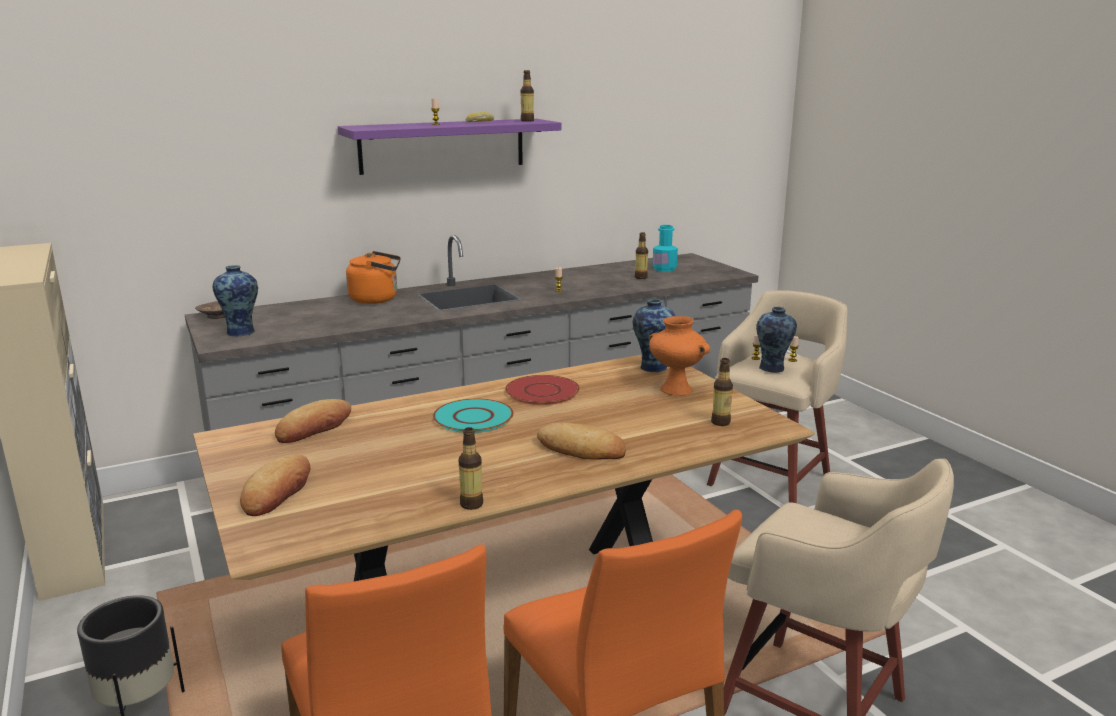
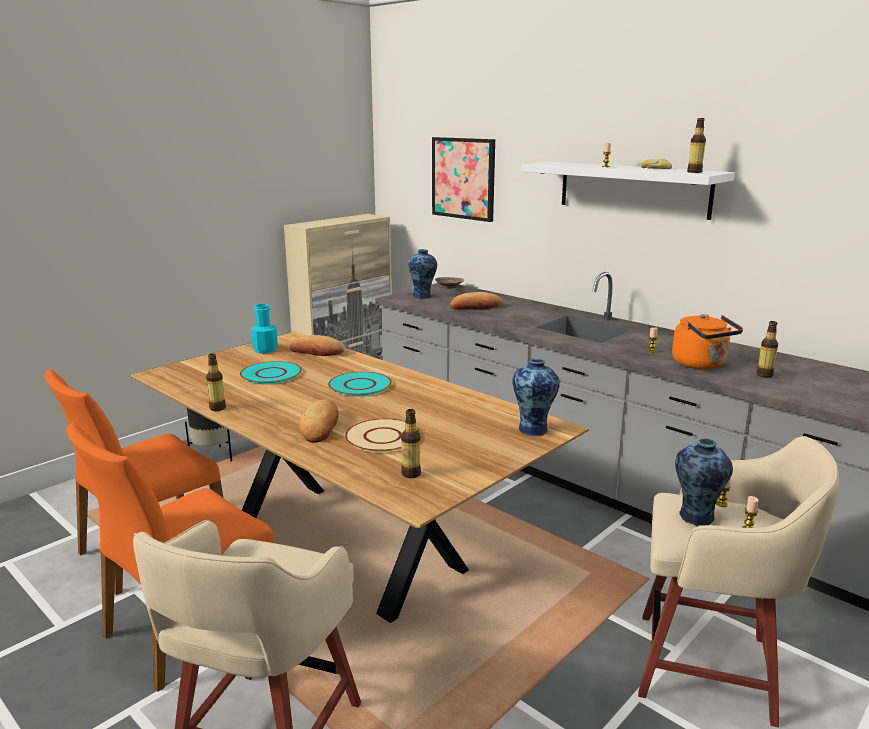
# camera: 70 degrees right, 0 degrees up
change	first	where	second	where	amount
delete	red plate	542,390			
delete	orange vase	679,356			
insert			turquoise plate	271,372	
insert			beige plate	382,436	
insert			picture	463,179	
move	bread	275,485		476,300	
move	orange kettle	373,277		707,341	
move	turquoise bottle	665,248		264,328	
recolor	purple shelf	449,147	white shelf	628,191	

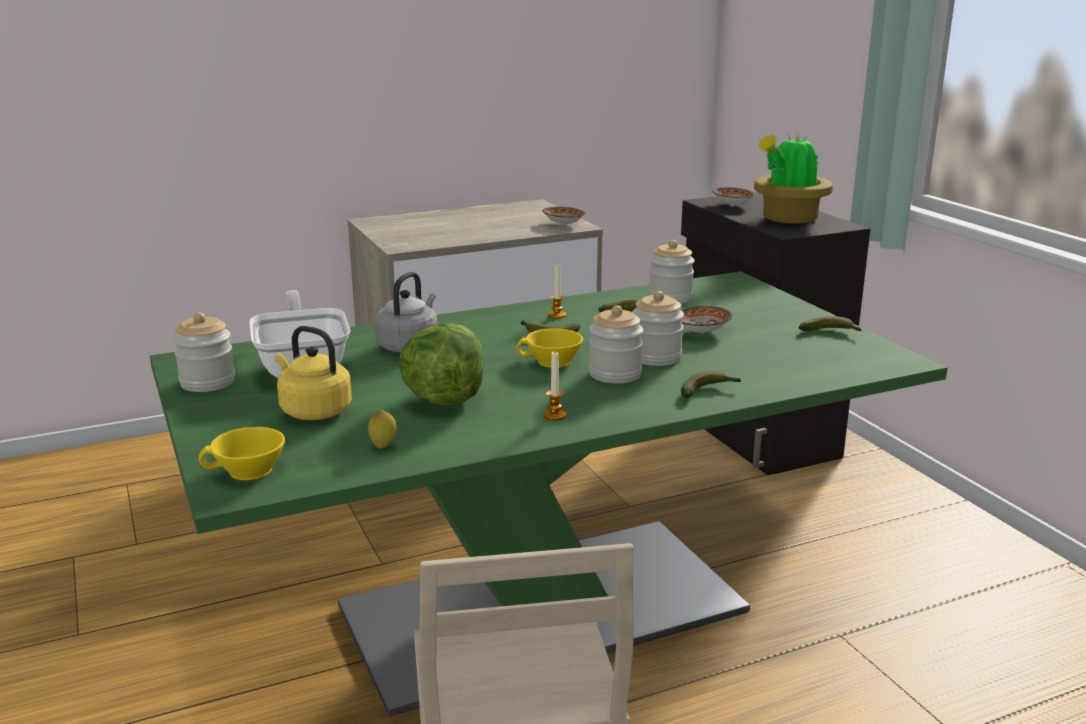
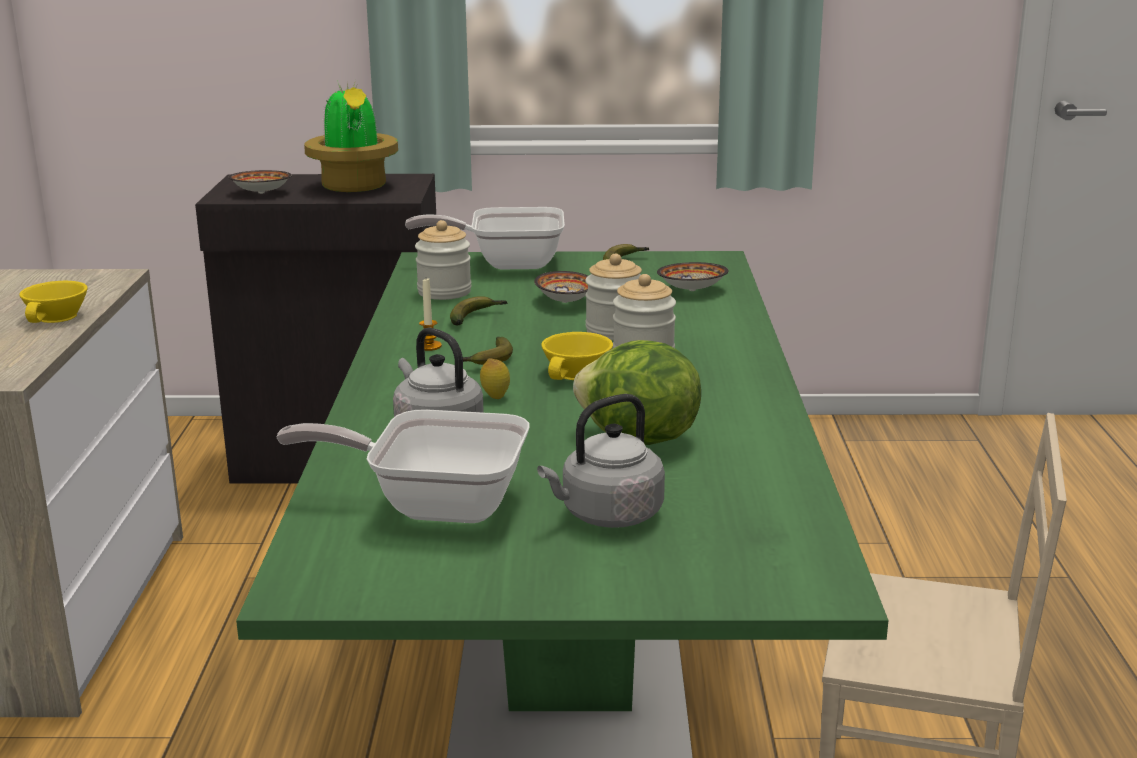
# camera: 65 degrees left, 0 degrees up
change	first	where	second	where	amount
delete	jar	204,352			
delete	candle	554,386			
delete	banana	711,384			
insert			frying pan	485,238	
move	yellow cup	241,453		53,302	
move	lemon	382,429		495,379	
move	bowl	564,216		693,276	
recolor	yellow kettle	313,373	grey kettle	601,461	

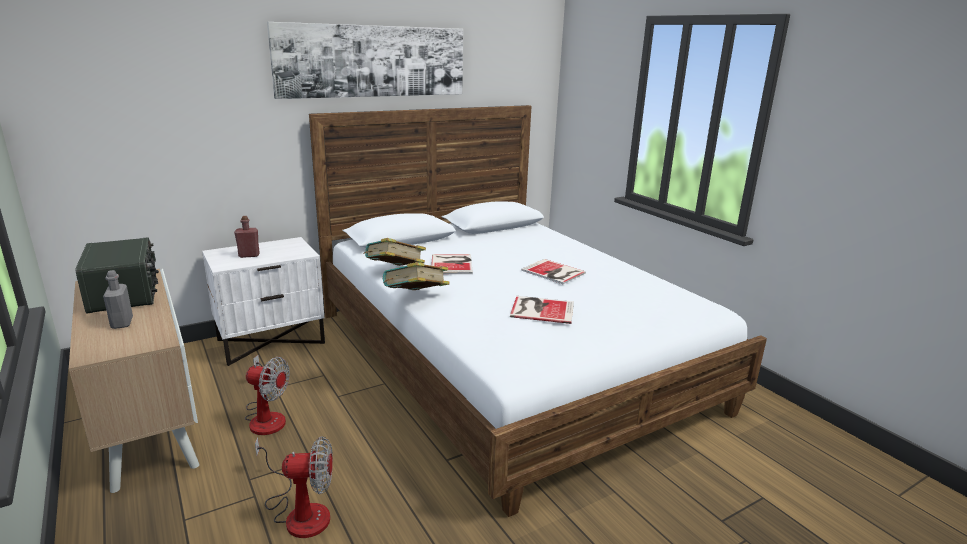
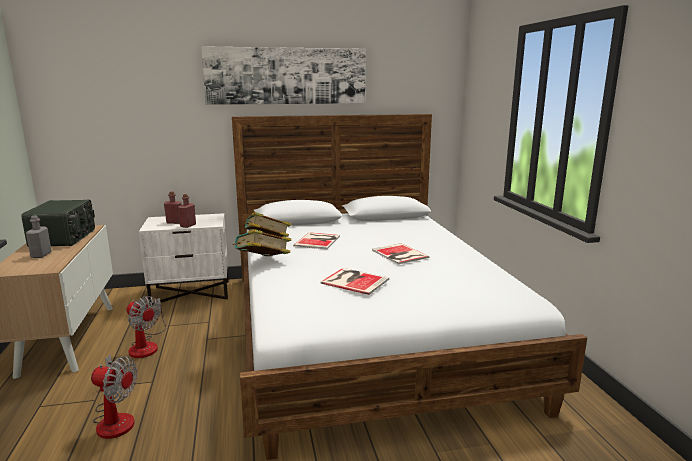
# camera: 20 degrees right, 5 degrees down
change	first	where	second	where	amount
insert			red bottle	187,211	

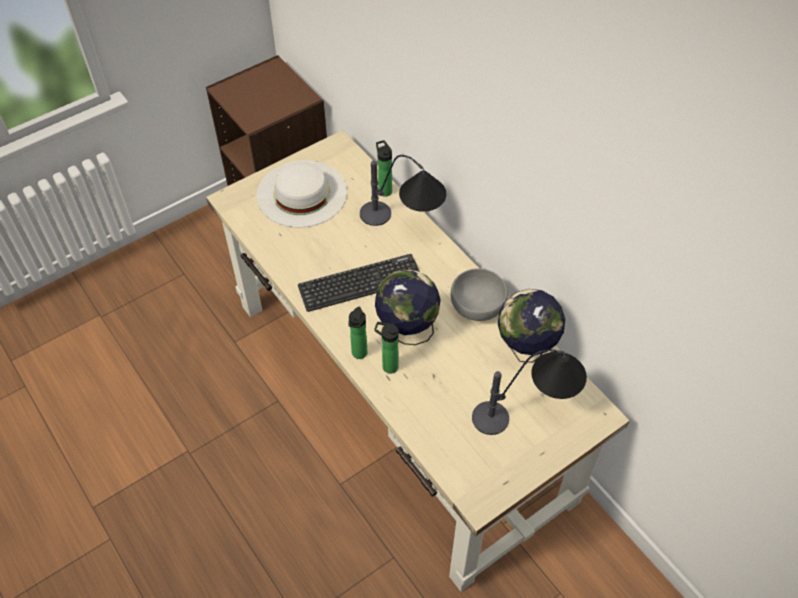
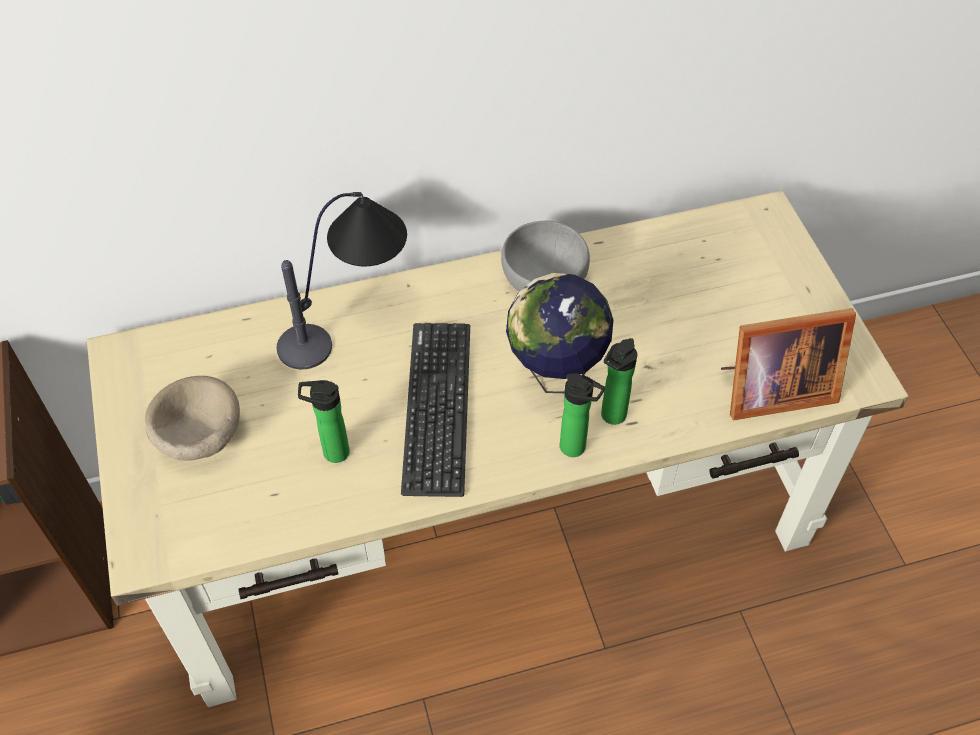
# camera: 70 degrees left, 0 degrees up
change	first	where	second	where	amount
delete	table lamp	529,392			
delete	globe	531,326			
insert			picture frame	788,364	
move	bottle	384,168		324,421	
replace	white hat	302,194	beige bowl	192,418	

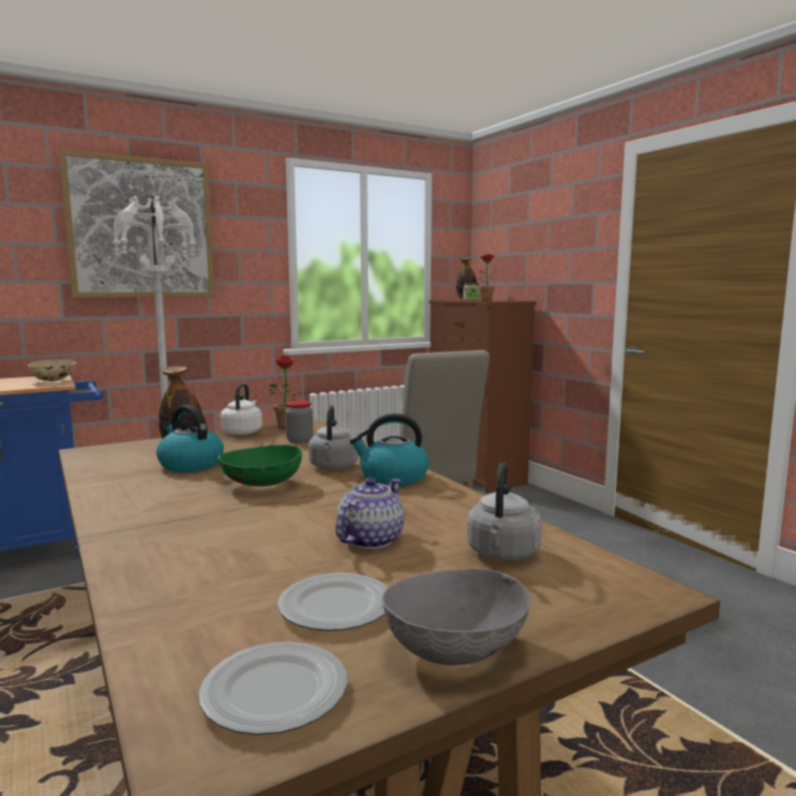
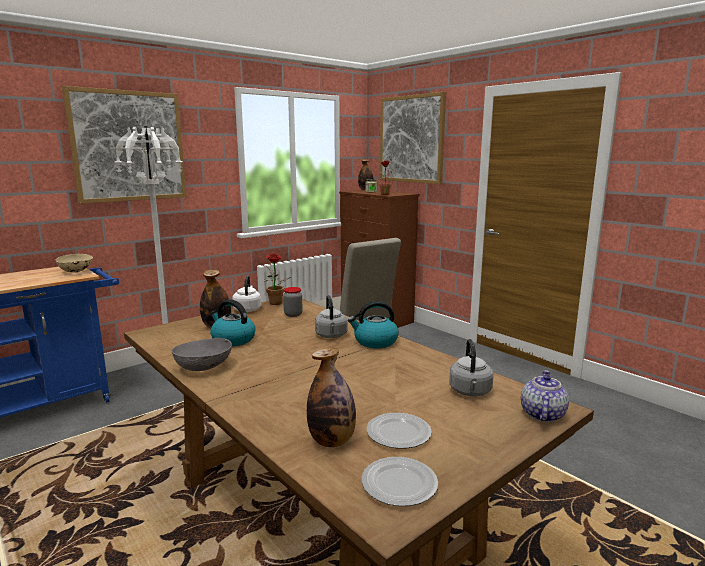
# camera: 10 degrees left, 5 degrees up
change	first	where	second	where	amount
delete	green bowl	259,466			
insert			bottle	331,397	
insert			picture	413,138	
move	teapot	370,513		545,396	
move	grey bowl	456,616		201,354	

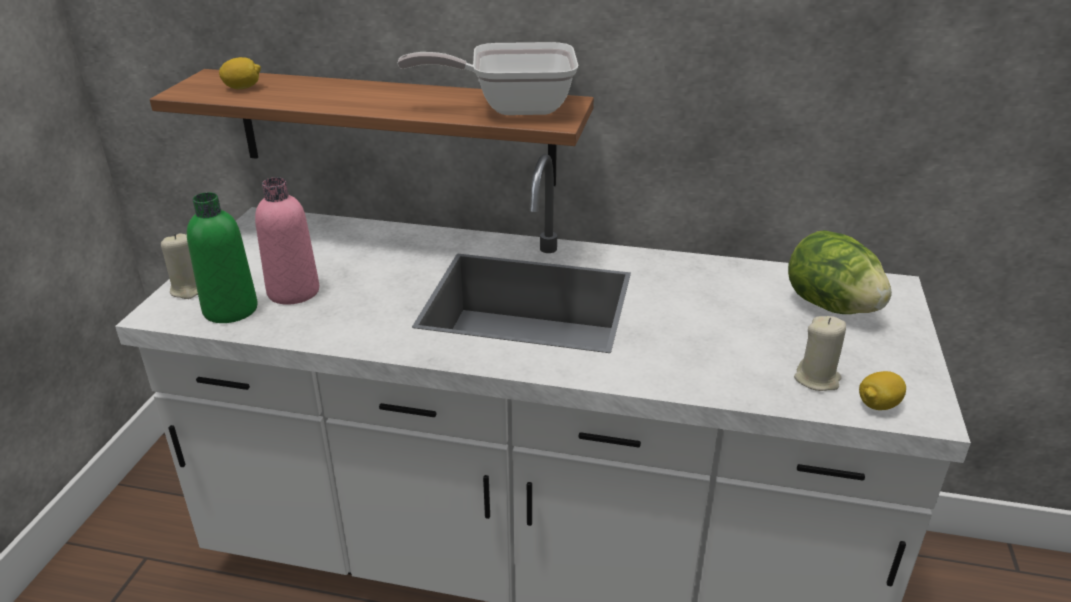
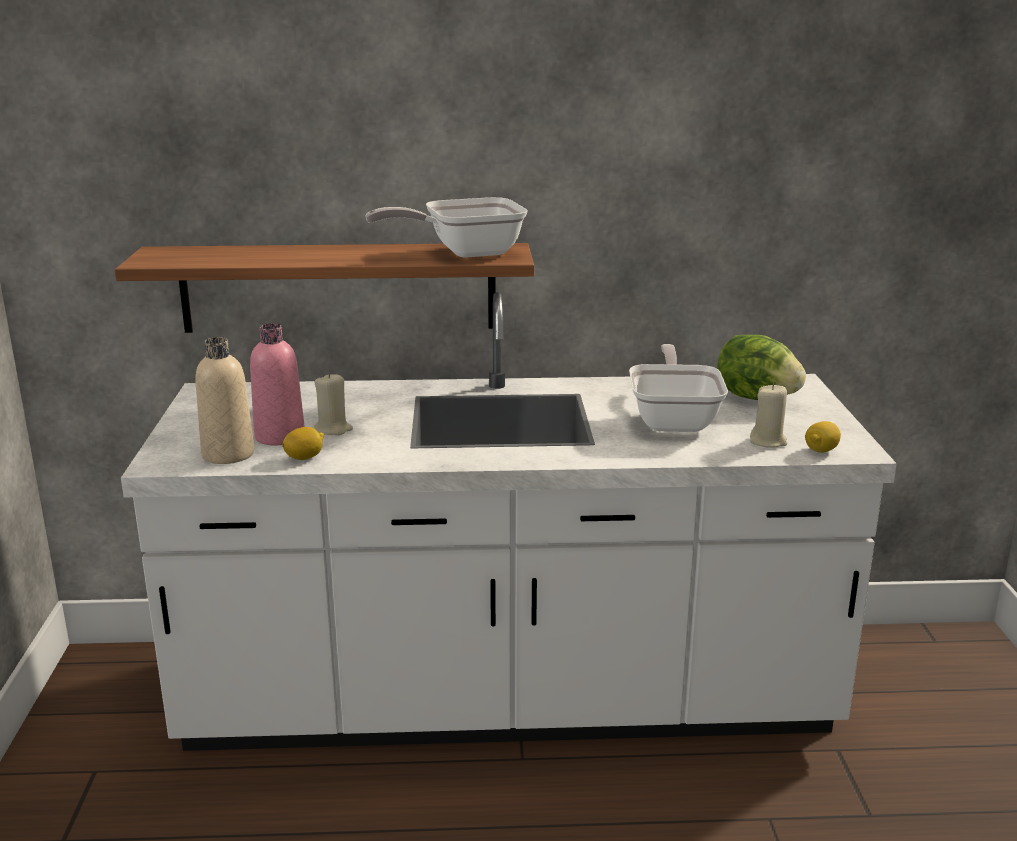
# camera: 15 degrees left, 10 degrees down
change	first	where	second	where	amount
insert			frying pan	678,388	
move	beige candle	179,266		333,404	
move	lemon	240,73		303,443	
recolor	green bottle	222,257	beige bottle	224,400	

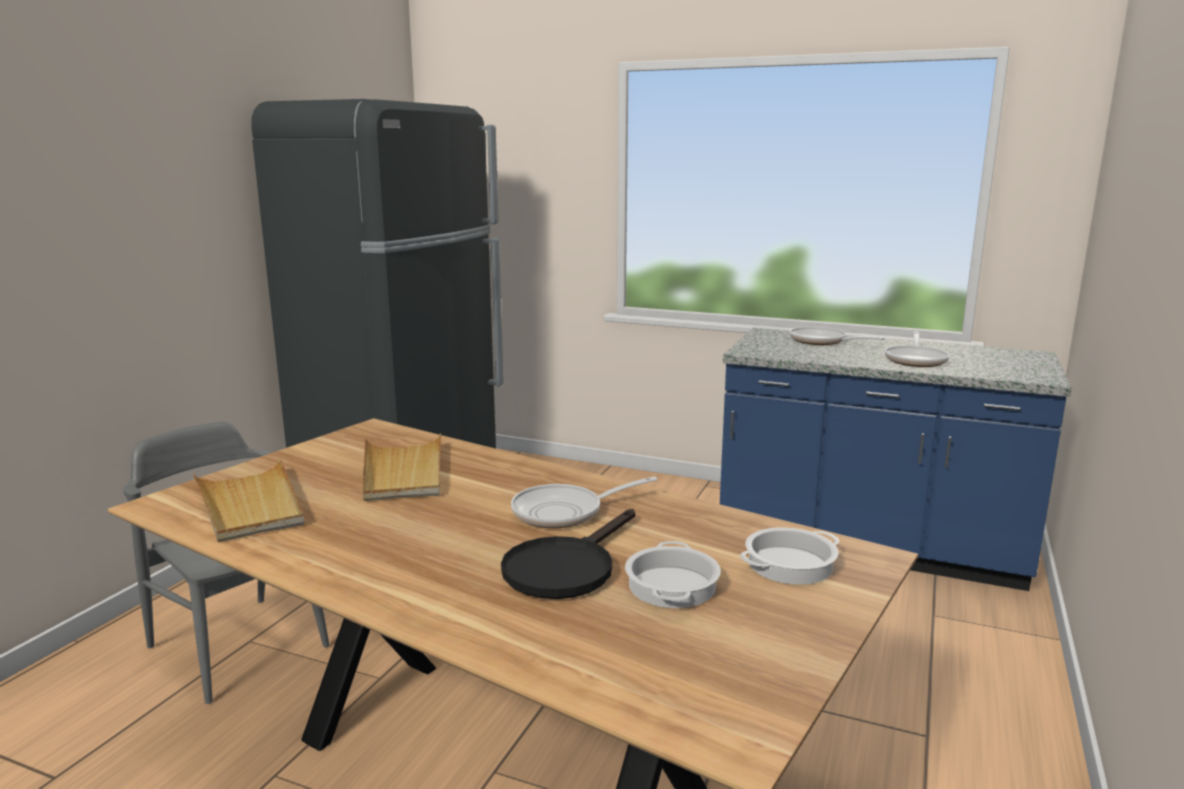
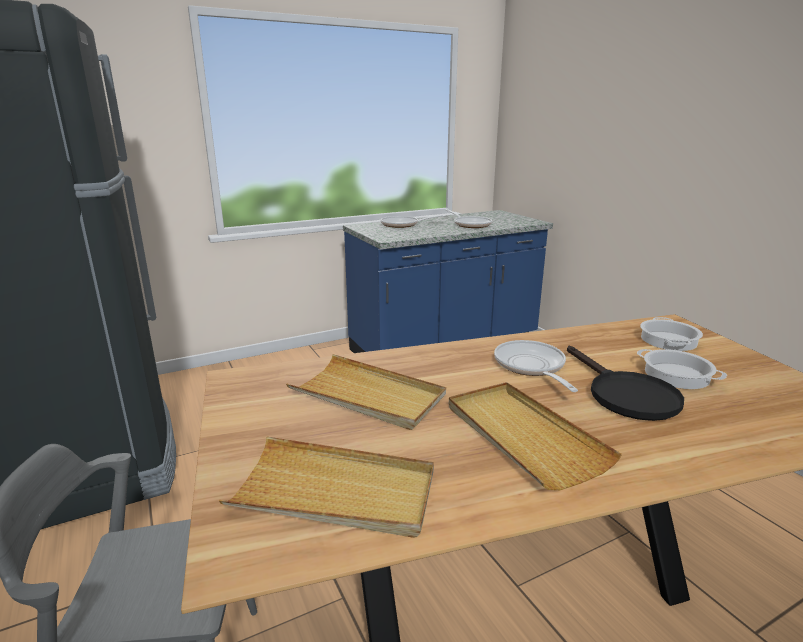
# camera: 50 degrees left, 5 degrees up
change	first	where	second	where	amount
insert			beige tray	535,436	
rotate	frying pan	584,502		536,366	150 degrees clockwise

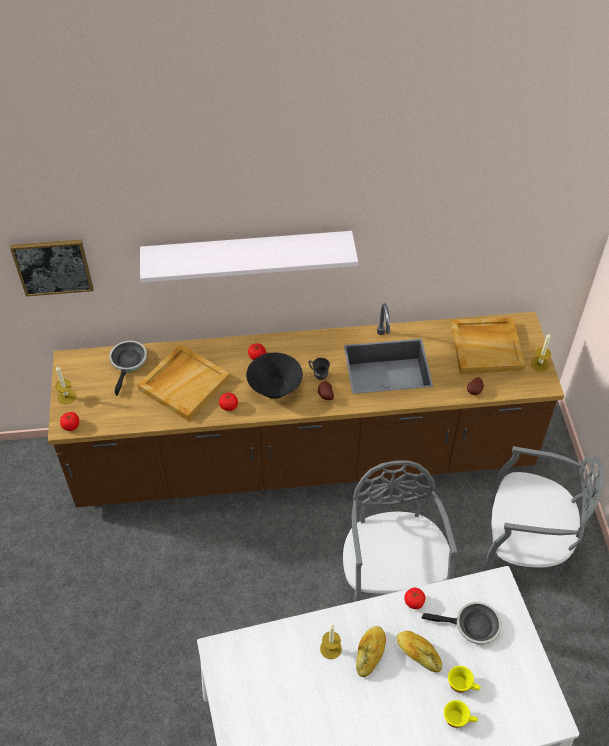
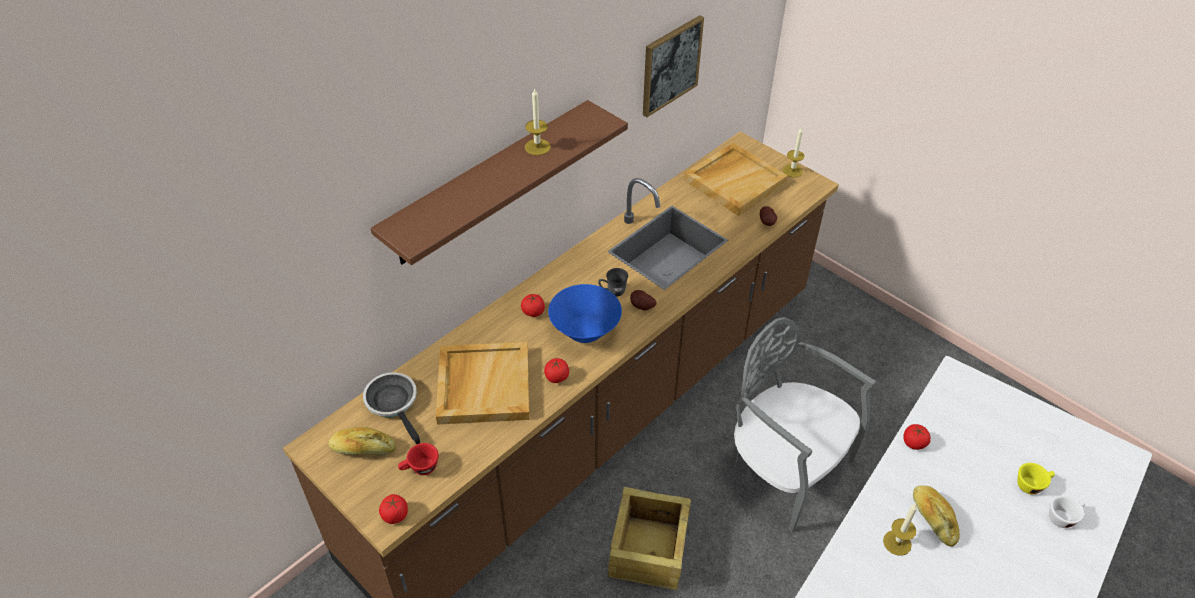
# camera: 40 degrees left, 5 degrees down
change	first	where	second	where	amount
delete	frying pan	461,623			
delete	grey chair	543,511			
insert			red cup	418,459	
insert			crate	649,538	
move	picture	51,268		673,66	
move	candle	65,385		538,121	
move	bread	419,651		361,441	
recolor	white shelf	249,257	brown shelf	499,182	
recolor	black bowl	274,376	blue bowl	585,313	
recolor	yellow cup	461,714	white cup	1067,511	

